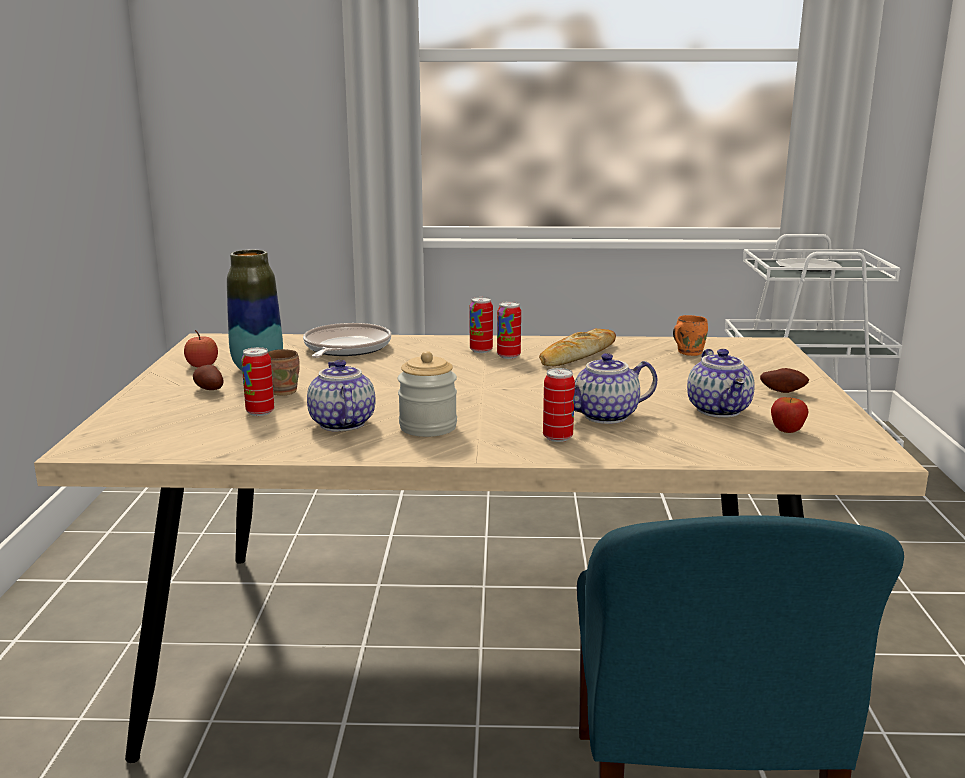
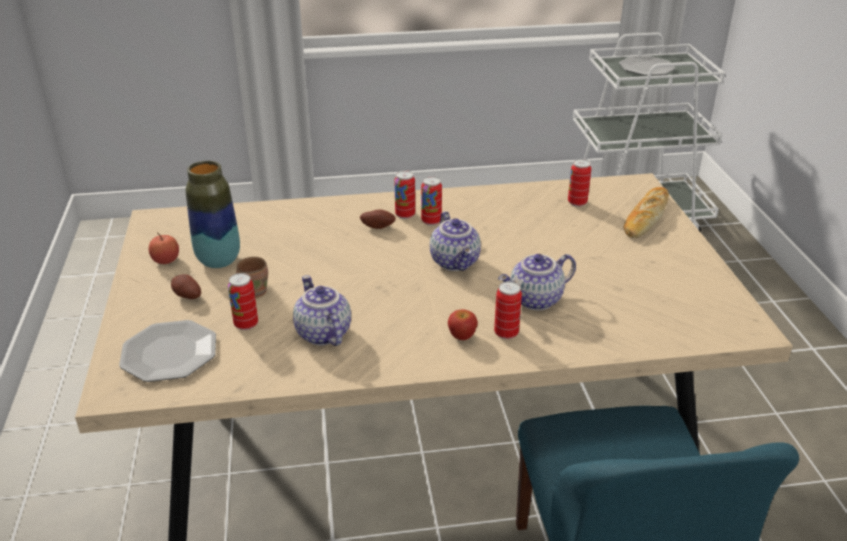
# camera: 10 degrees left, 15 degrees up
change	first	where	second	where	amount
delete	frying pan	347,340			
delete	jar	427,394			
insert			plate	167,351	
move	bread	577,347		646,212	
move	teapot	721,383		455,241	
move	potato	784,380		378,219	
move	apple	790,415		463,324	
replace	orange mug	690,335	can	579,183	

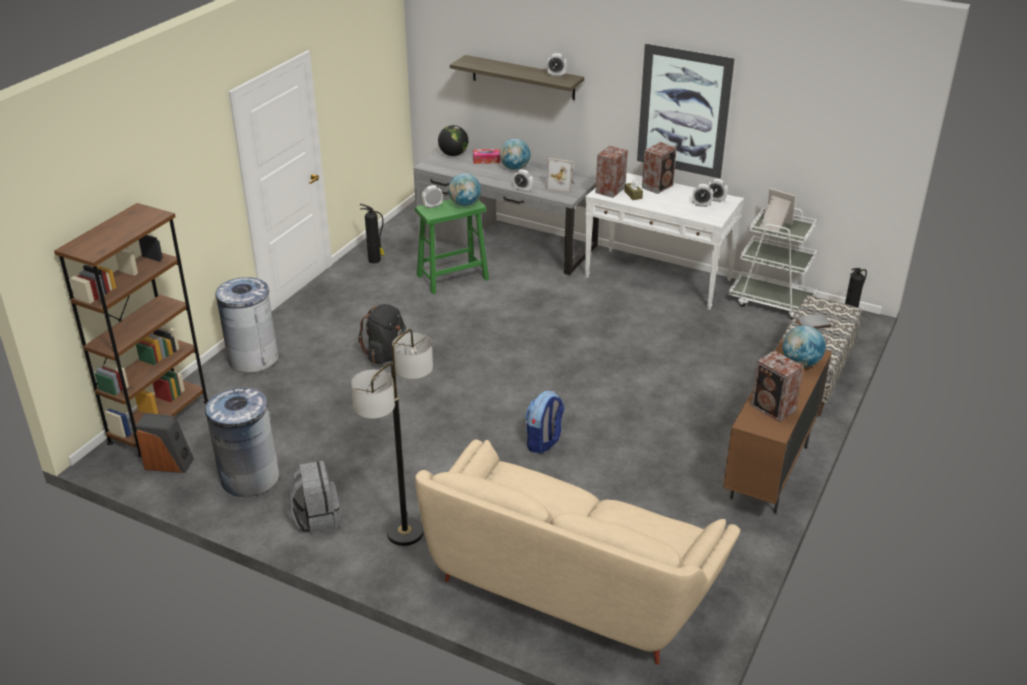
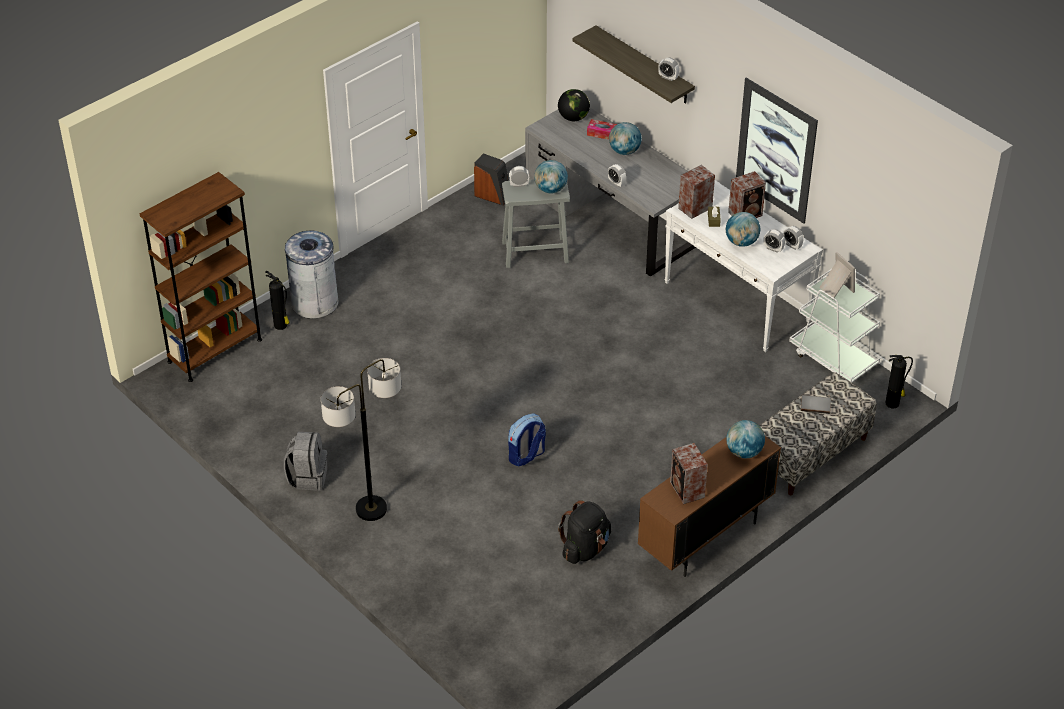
# camera: 20 degrees right, 10 degrees up
change	first	where	second	where	amount
delete	grey trash can	242,442			
delete	beige sofa	578,552			
delete	picture frame	560,175			
insert			globe	743,229	
move	speaker	164,443		491,179	
move	black backpack	382,334		584,532	
move	fire extinguisher	372,233		277,300	
recolor	green stool	452,246	grey stool	536,223	

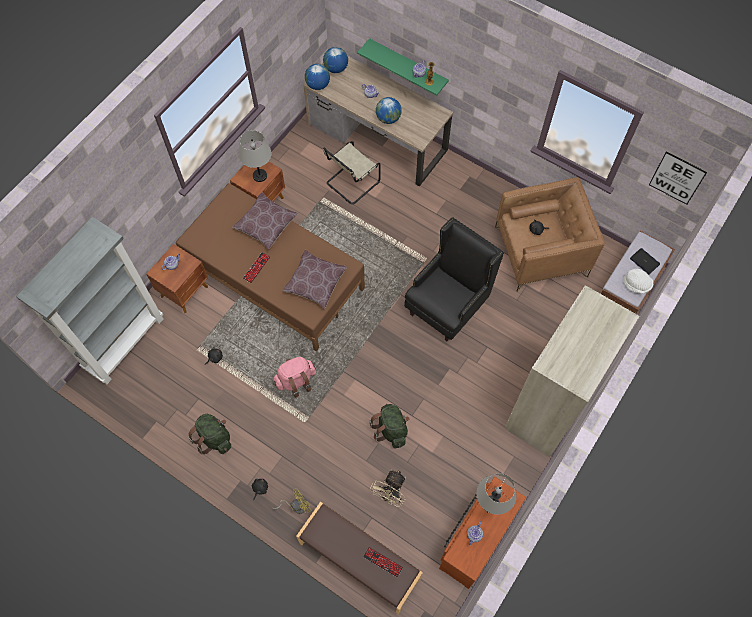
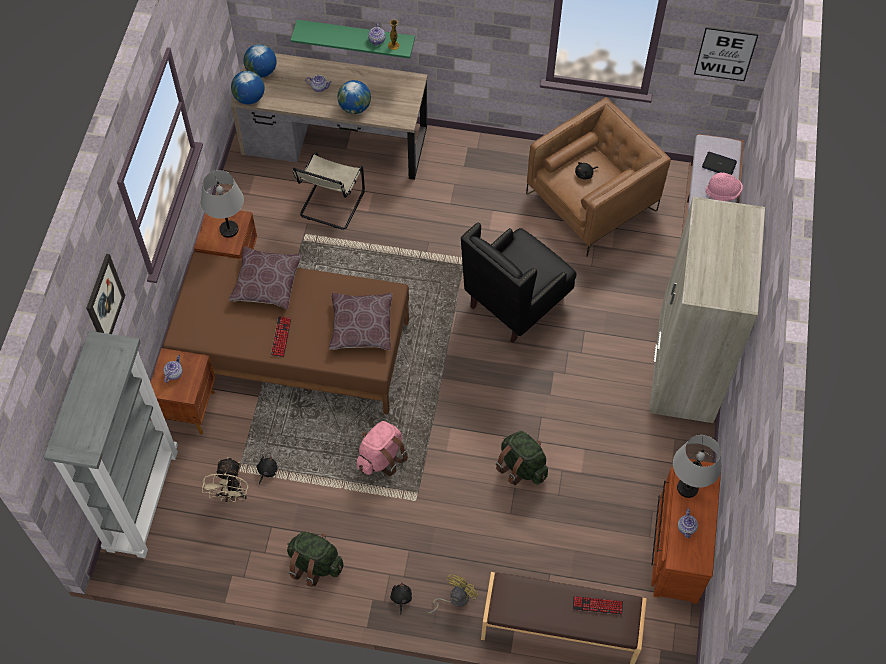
# camera: 25 degrees left, 5 degrees down
change	first	where	second	where	amount
insert			picture	105,294	
move	beige fan	388,488		225,479	
recolor	white hat	638,281	pink hat	724,186	
rotate	black armchair	454,279		519,283	150 degrees counterclockwise

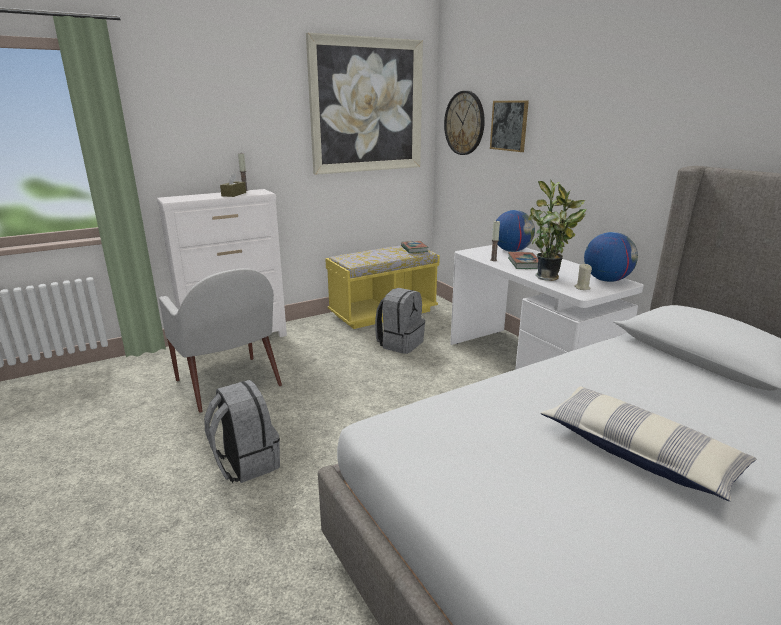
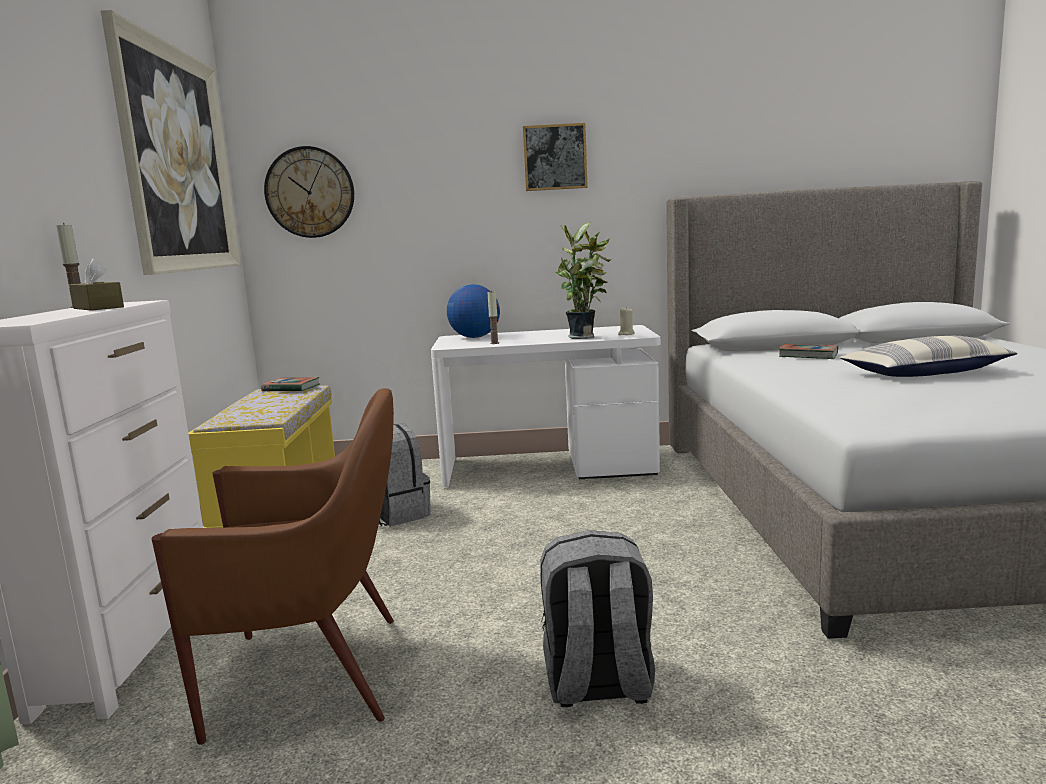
# camera: 60 degrees left, 10 degrees down
change	first	where	second	where	amount
delete	globe	611,257			
move	picture	509,126		555,157	
move	book	523,260		808,351	
recolor	white armchair	220,340	brown armchair	273,566	

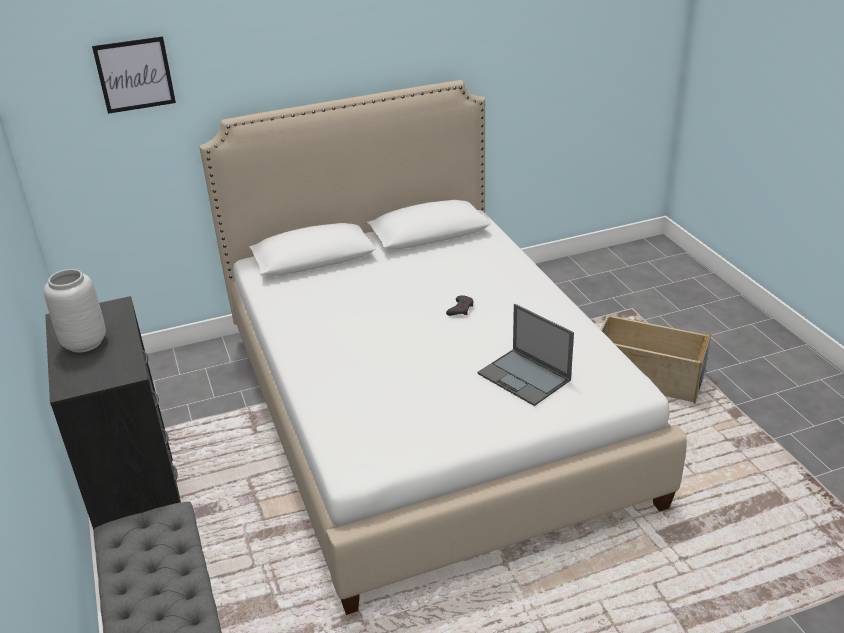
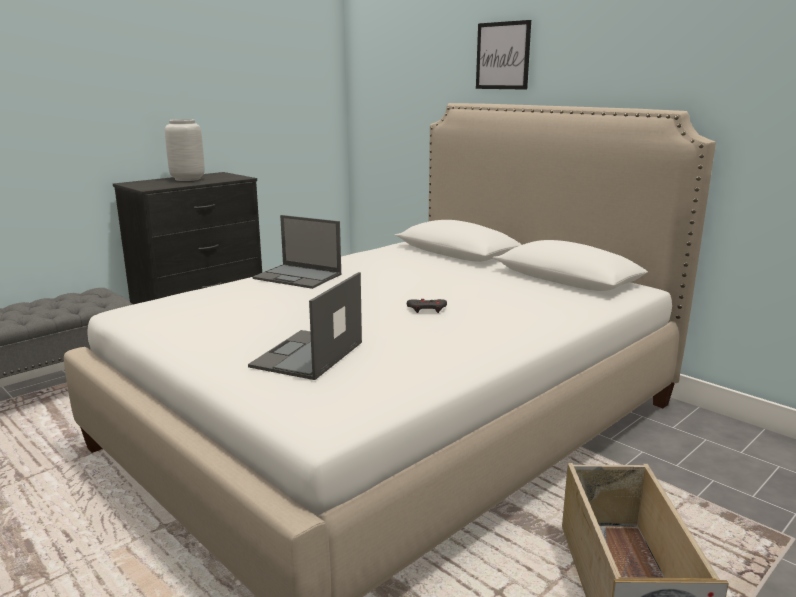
# camera: 65 degrees right, 15 degrees down
change	first	where	second	where	amount
insert			laptop	296,252	
move	picture	134,75		503,55	

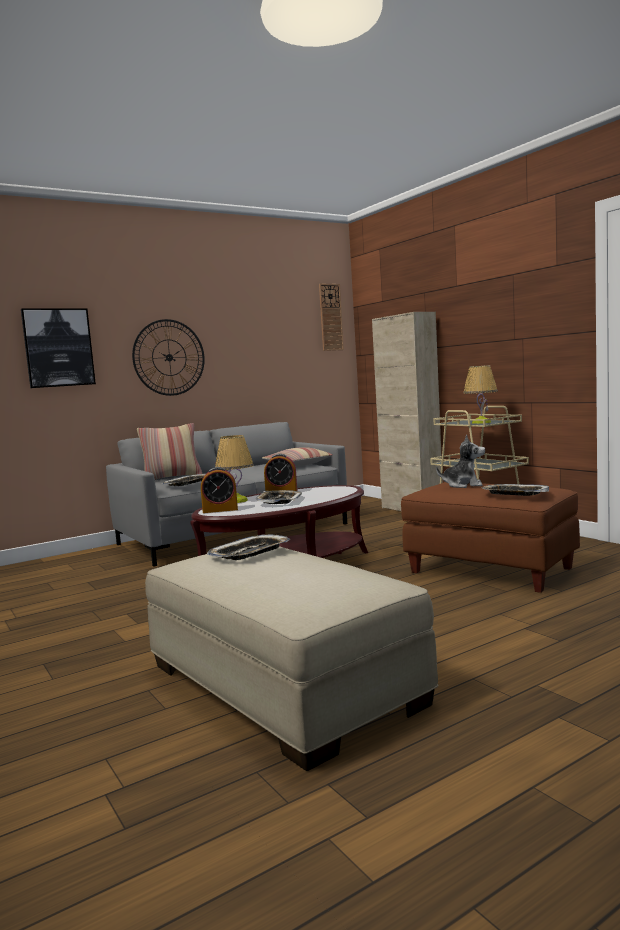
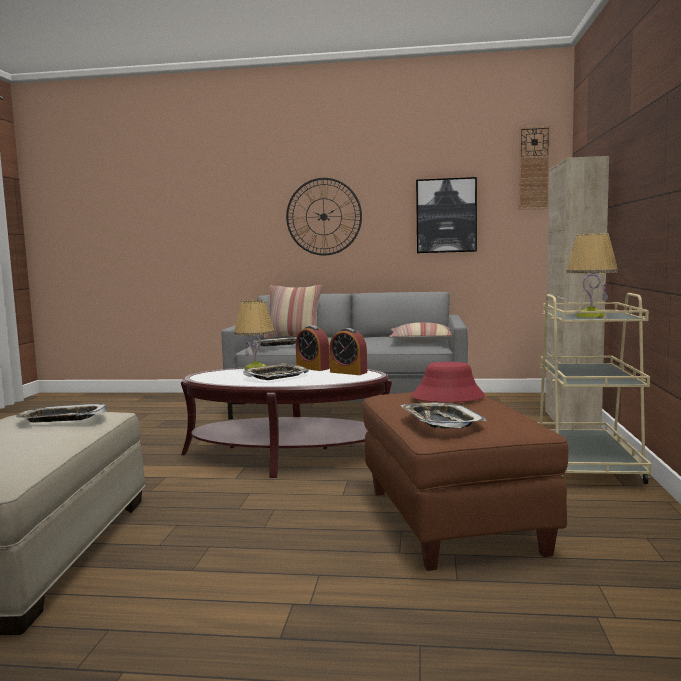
# camera: 40 degrees right, 0 degrees up
change	first	where	second	where	amount
move	picture	58,348		446,215	
move	alarm clock	219,490		348,351	
replace	plush toy	460,461	red hat	448,382	

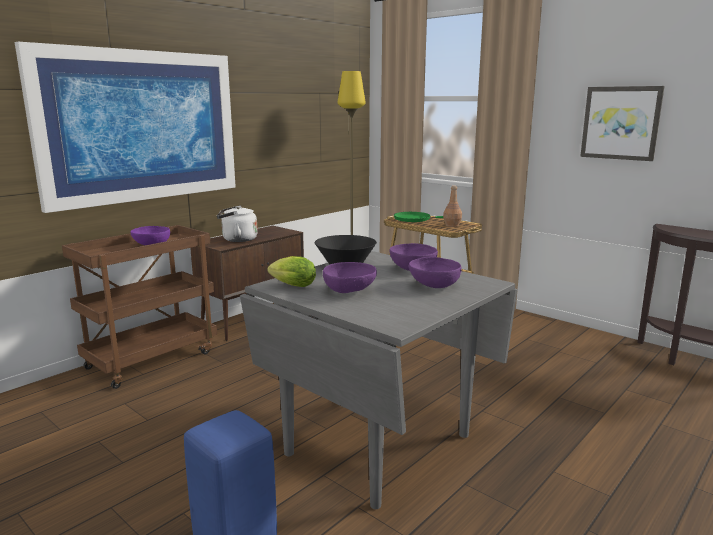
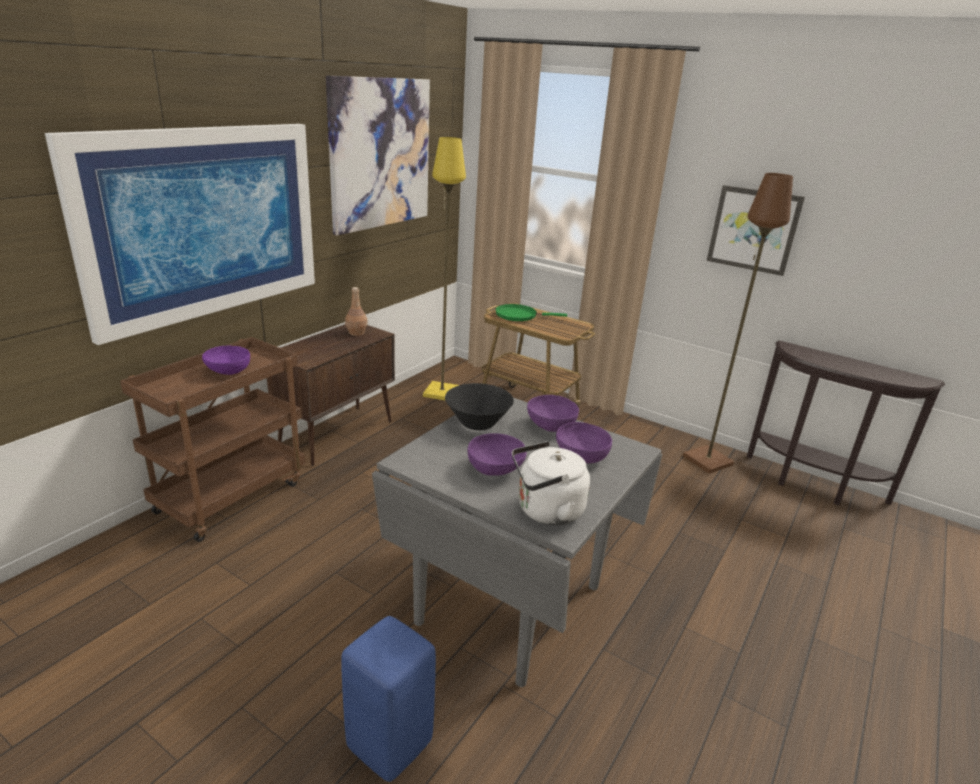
# camera: 10 degrees left, 10 degrees up
change	first	where	second	where	amount
delete	lettuce	291,271			
insert			picture	378,156	
insert			brown floor lamp	738,323	
move	white kettle	237,224		551,483	
move	brown bottle	452,206		356,311	

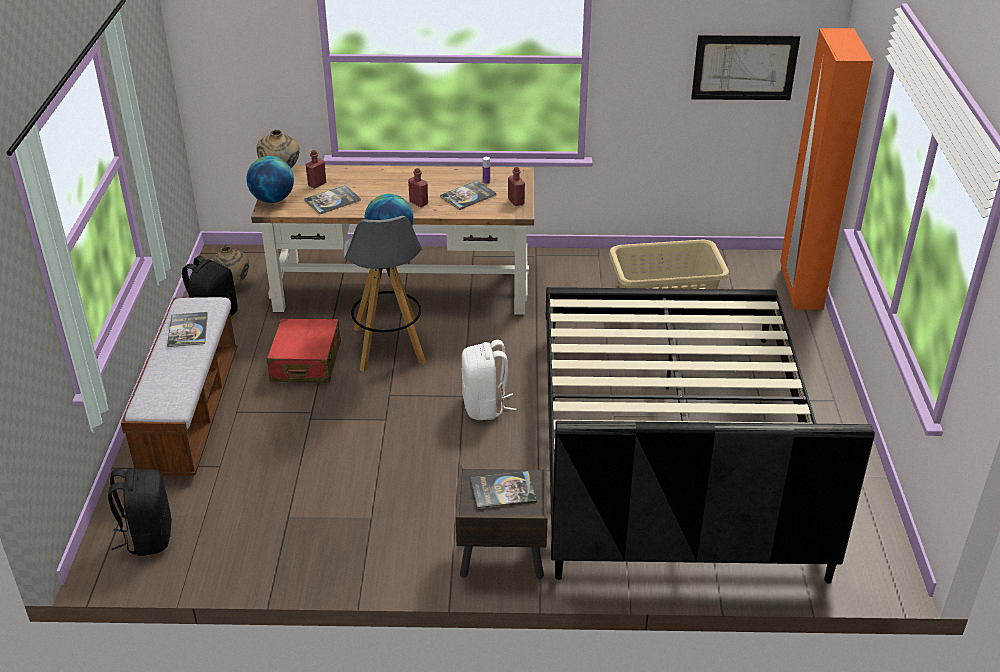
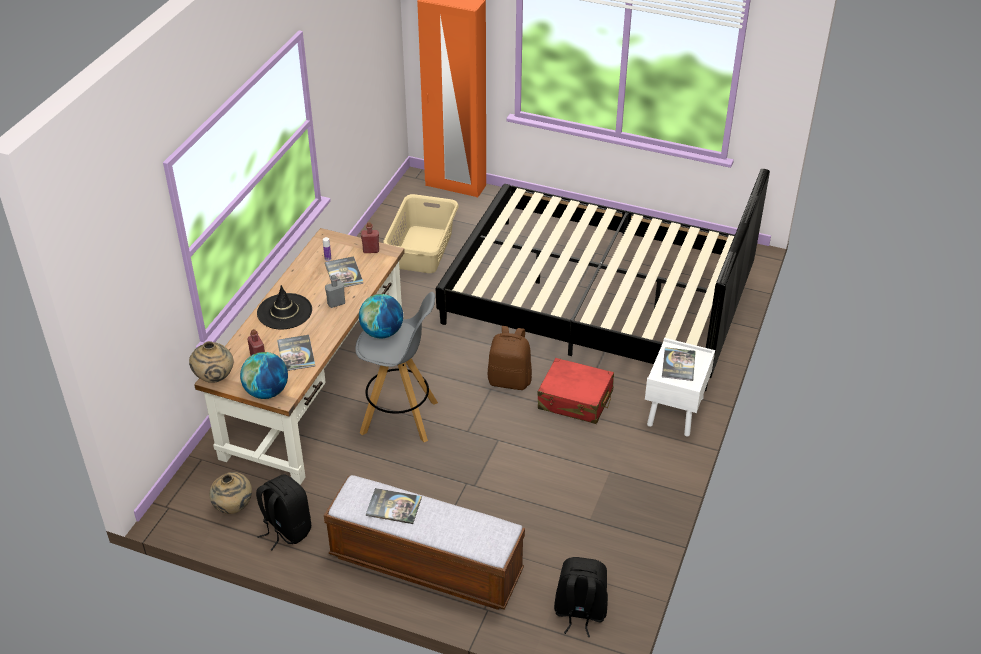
# camera: 70 degrees left, 5 degrees up
change	first	where	second	where	amount
delete	picture	745,67			
insert			black hat	284,307	
move	red suitcase	304,351		575,391	
recolor	red bottle	418,187	grey bottle	335,291	
recolor	brown nightstand	502,522	white nightstand	680,387	
recolor	white backpack	488,380	brown backpack	510,358	

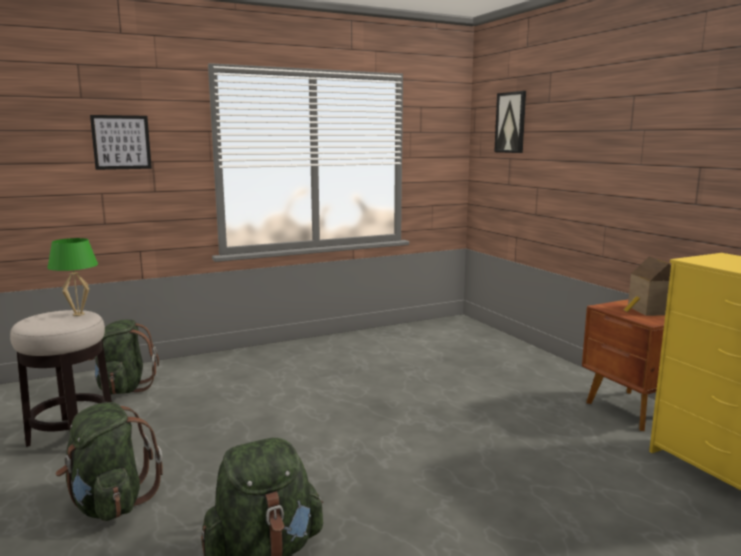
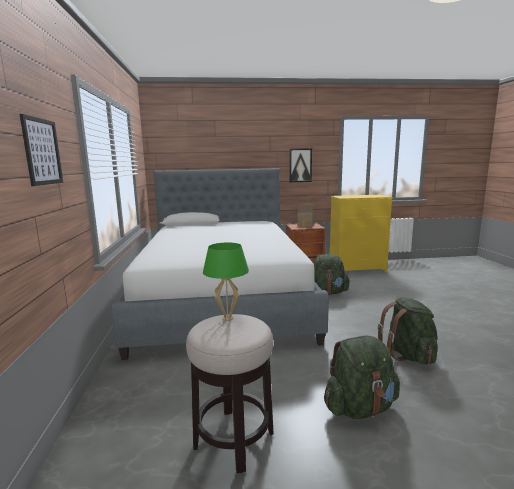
# camera: 70 degrees left, 0 degrees up
change	first	where	second	where	amount
insert			bed	220,264	
move	green backpack	124,357		332,275	
move	picture	510,122		300,165	

